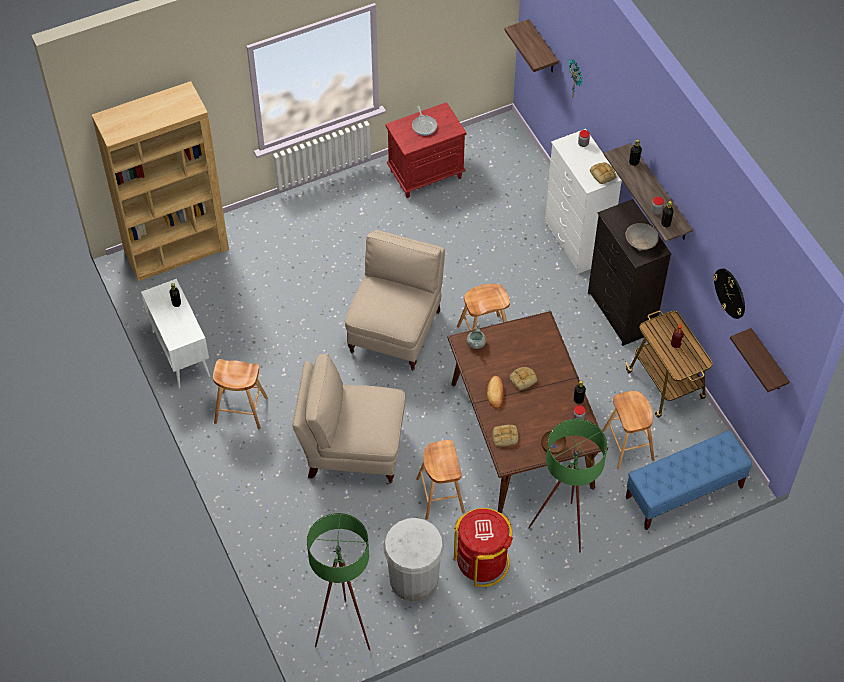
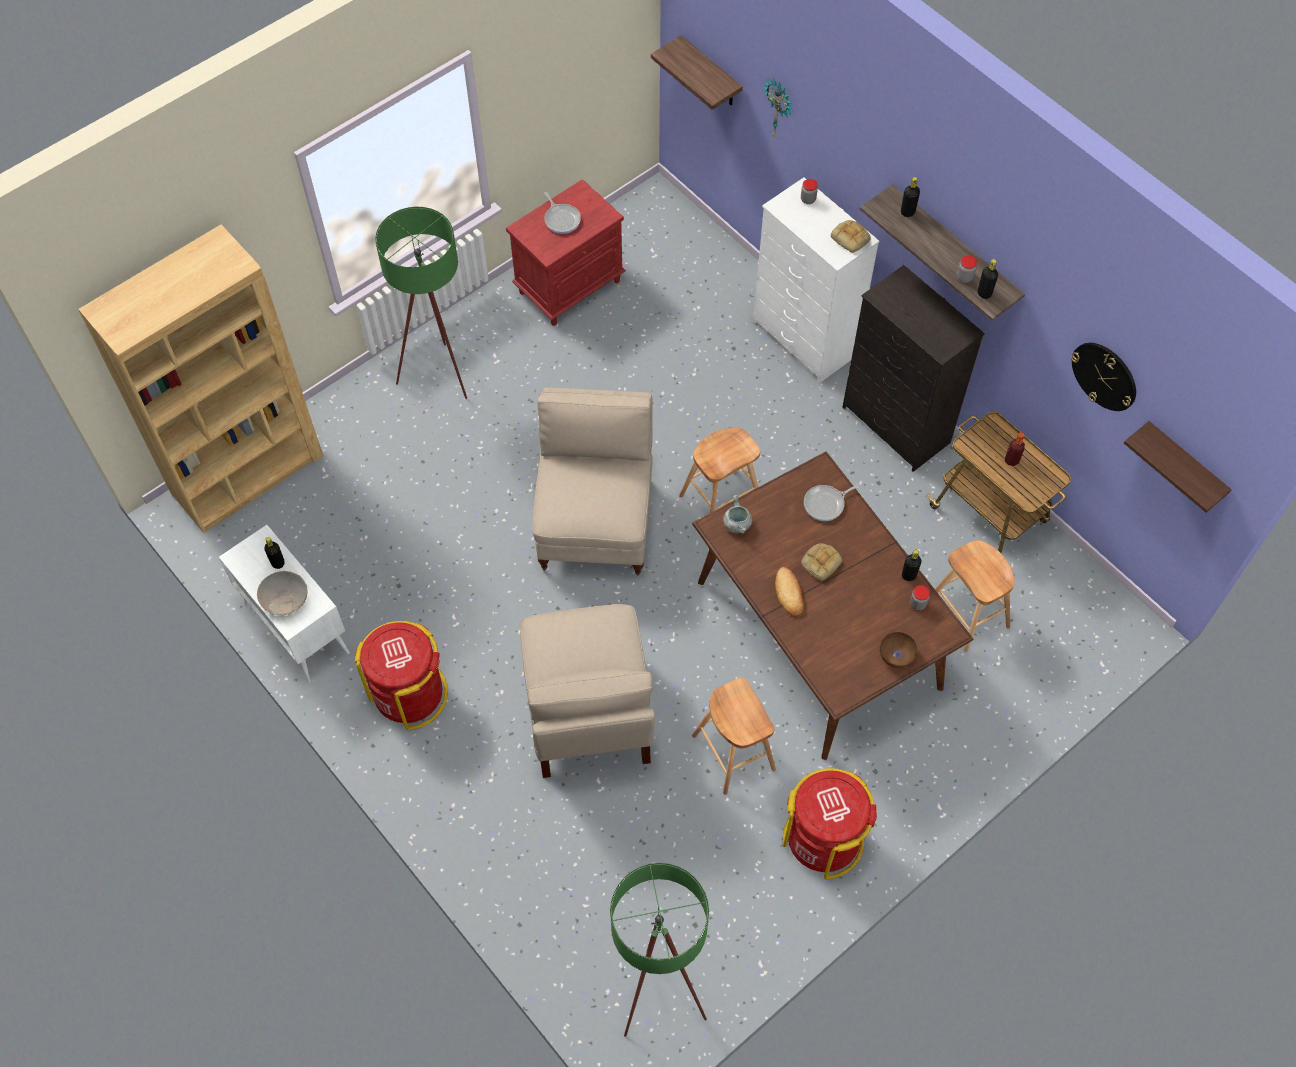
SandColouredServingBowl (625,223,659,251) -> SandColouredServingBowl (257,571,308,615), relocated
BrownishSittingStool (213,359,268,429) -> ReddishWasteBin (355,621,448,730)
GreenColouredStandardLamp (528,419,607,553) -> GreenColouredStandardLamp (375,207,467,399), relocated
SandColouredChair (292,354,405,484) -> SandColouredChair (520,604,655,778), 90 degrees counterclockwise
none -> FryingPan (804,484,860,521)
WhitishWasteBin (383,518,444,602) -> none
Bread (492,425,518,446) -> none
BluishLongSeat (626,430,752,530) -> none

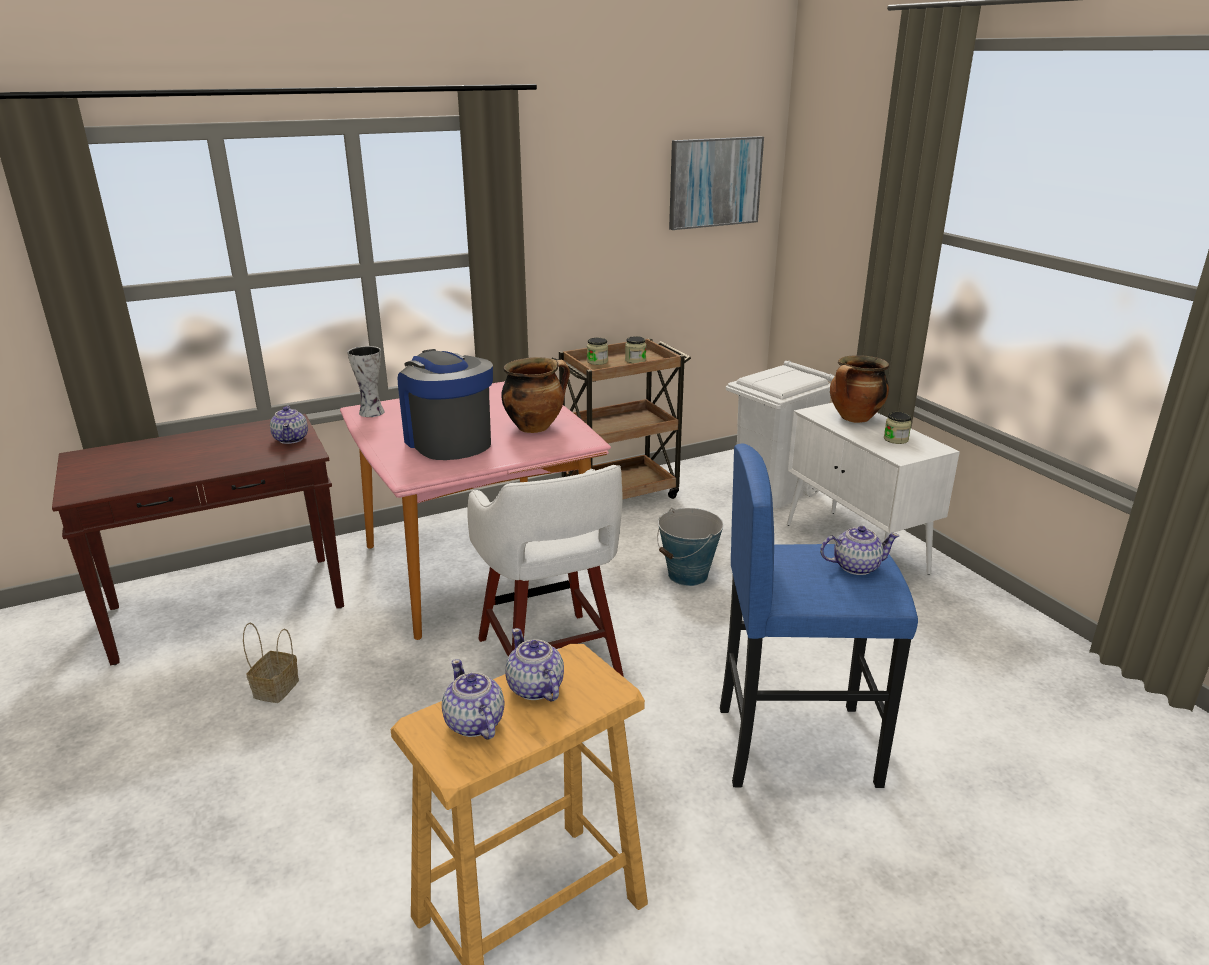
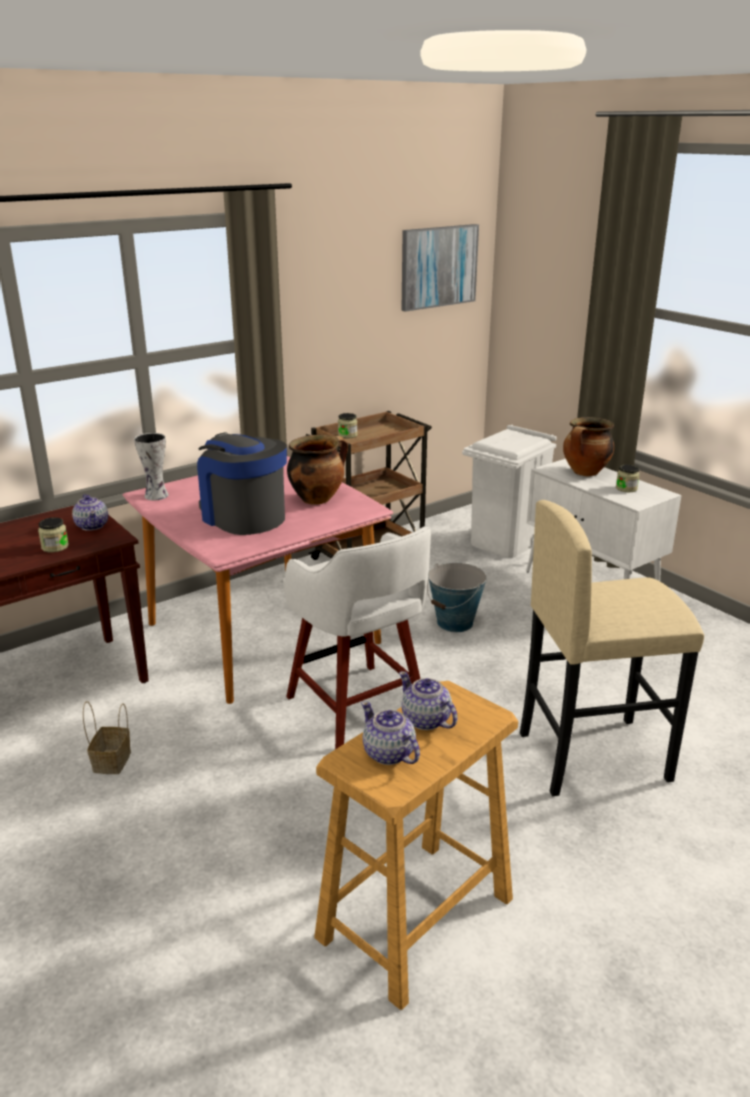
PreserveJar (625,336,646,364) -> PreserveJar (38,517,69,552), relocated
BluishSittingStool (720,443,918,788) -> SandColouredSittingStool (520,500,704,796)
PotForTea (820,526,900,575) -> none

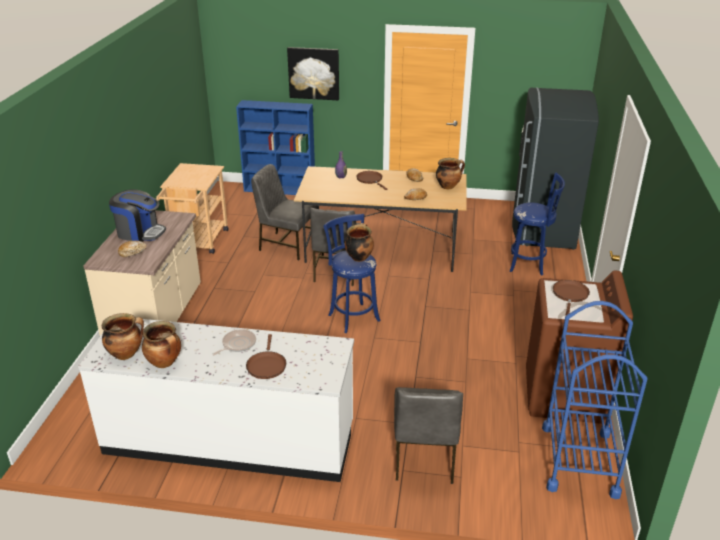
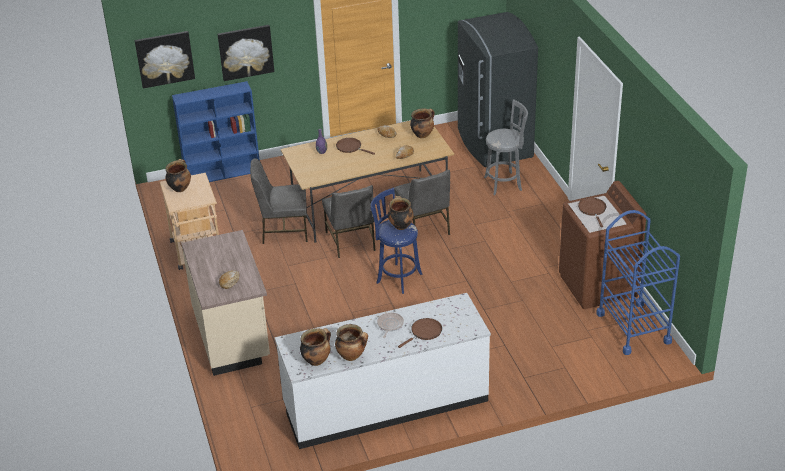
none -> Picture (135,31,195,88)
none -> CookingPot (165,159,191,192)
GrayChair (394,387,463,484) -> GrayChair (394,170,450,235), relocated
BrownishFryingPan (246,334,286,379) -> BrownishFryingPan (398,318,442,348), 105 degrees counterclockwise
BluishSittingStool (510,173,565,275) -> GraySittingStool (484,99,528,196)
CoffeeMaker (109,189,166,242) -> none

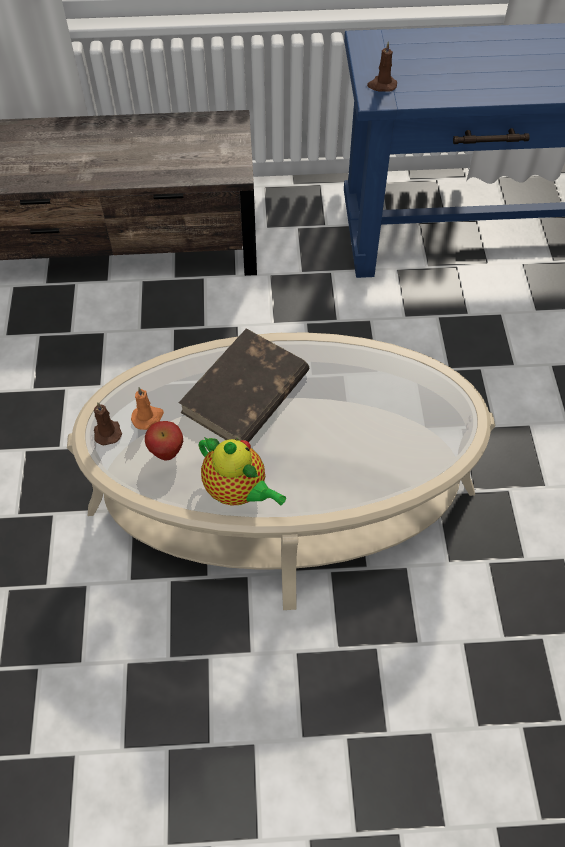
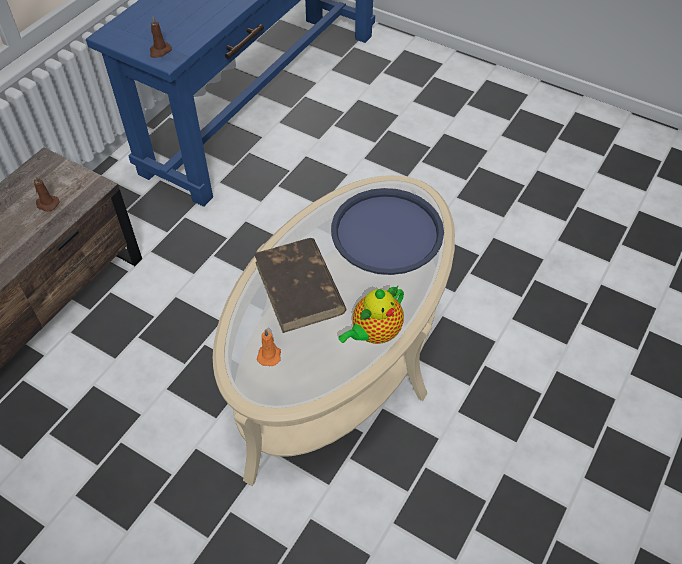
BrownishWaxCandle (94,402,122,445) -> BrownishWaxCandle (34,175,59,212), relocated
none -> BluishTray (331,188,444,275)
PotForTea (199,437,286,506) -> PotForTea (338,286,404,344), 150 degrees clockwise
Apple (145,421,183,461) -> none

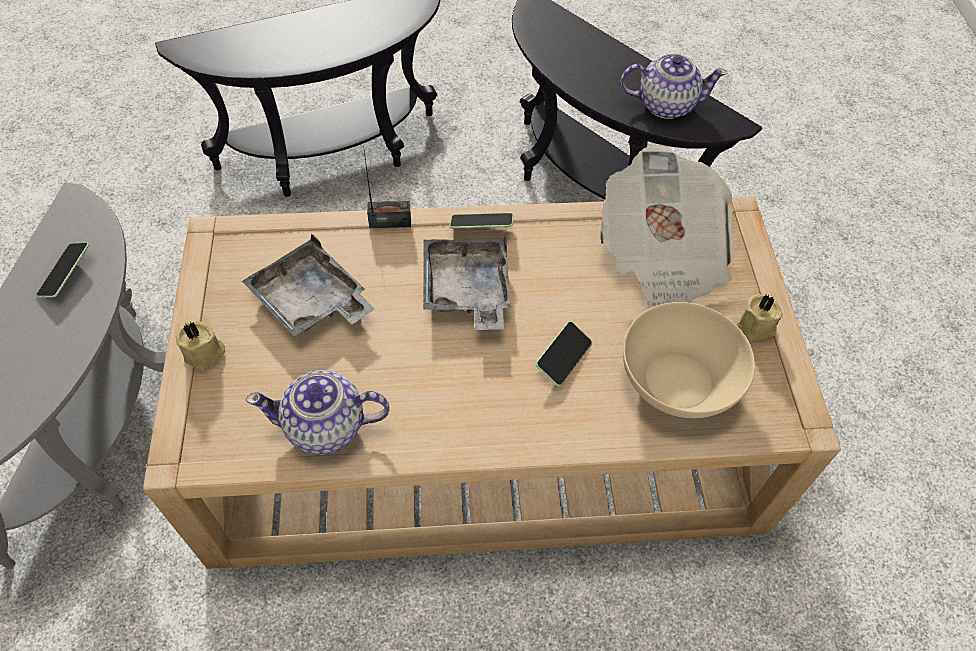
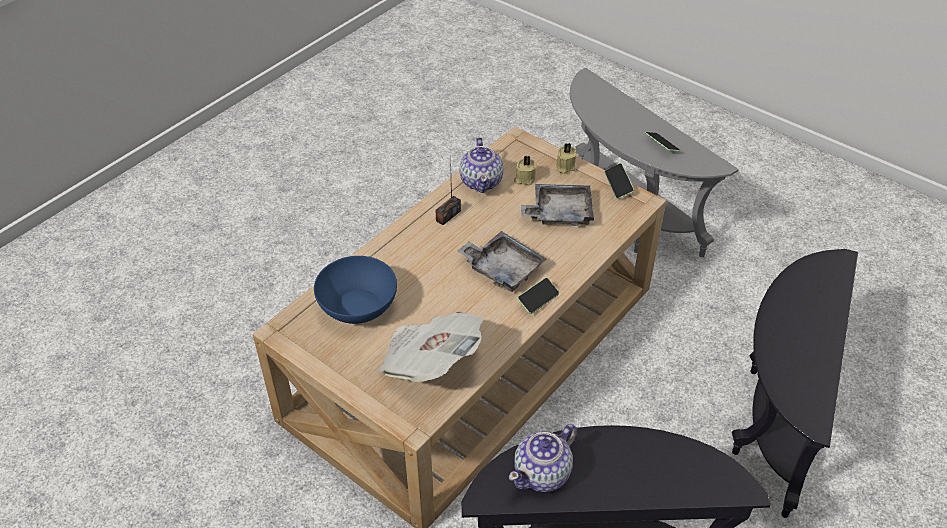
SandColouredServingBowl (623,302,755,418) -> BluishServingBowl (314,256,397,324)
RadioSet (363,146,411,228) -> RadioSet (436,152,461,225), relocated
PotForTea (246,370,390,455) -> PotForTea (459,137,504,193), 135 degrees clockwise
SandColouredWaxCandle (737,294,782,340) -> SandColouredWaxCandle (514,155,537,185), relocated
Phone (536,321,592,386) -> Phone (604,163,634,199), relocated

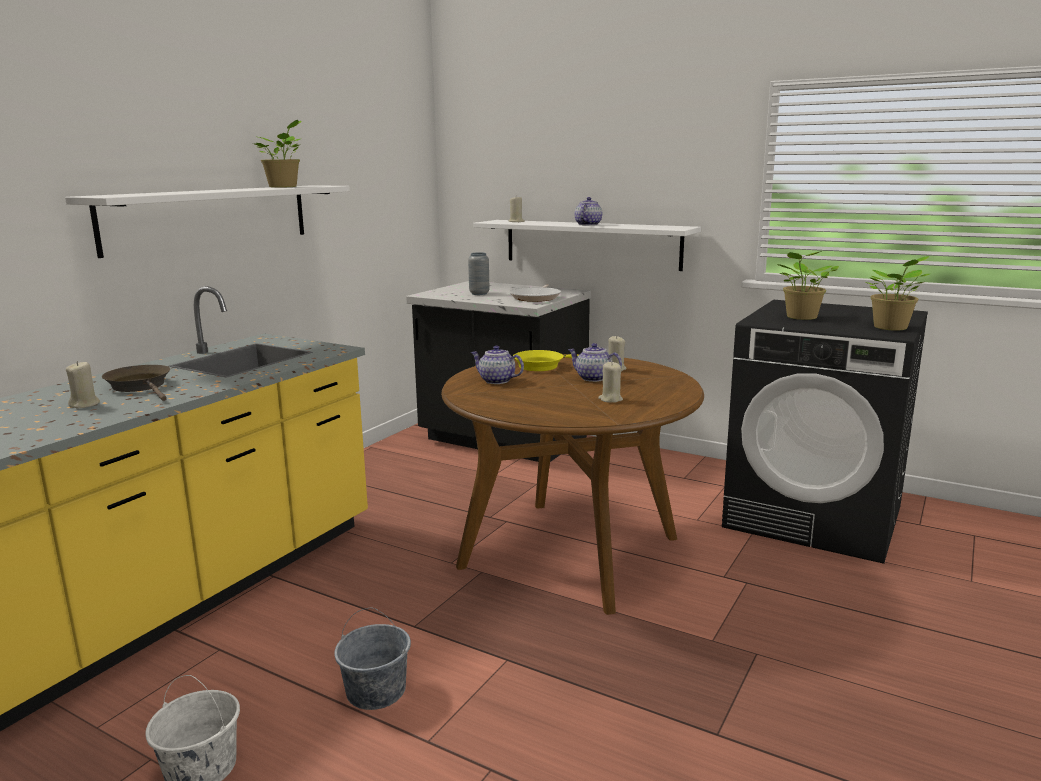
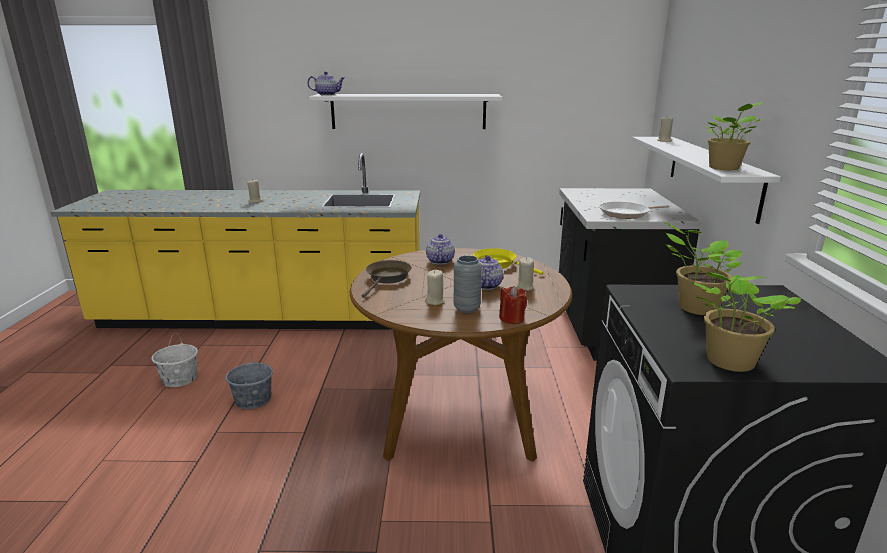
PotForTea (574,197,602,226) -> PotForTea (307,72,344,95), relocated
BrownishFryingPan (102,365,170,401) -> BrownishFryingPan (362,260,412,298), relocated
GrayVase (468,252,490,295) -> GrayVase (454,255,482,313), relocated
none -> ReddishWaxCandle (499,286,527,324)
PottedPlant (254,120,302,188) -> PottedPlant (703,102,763,170), relocated

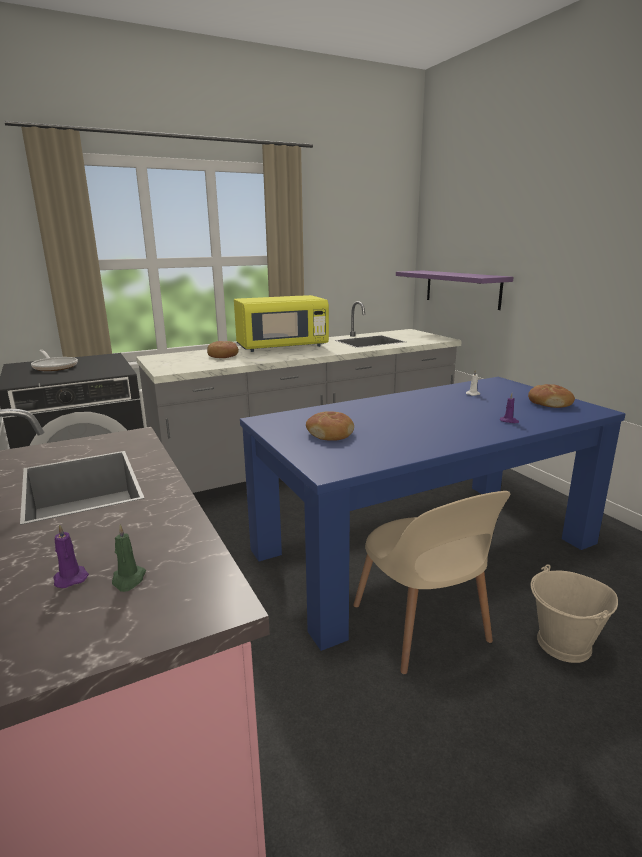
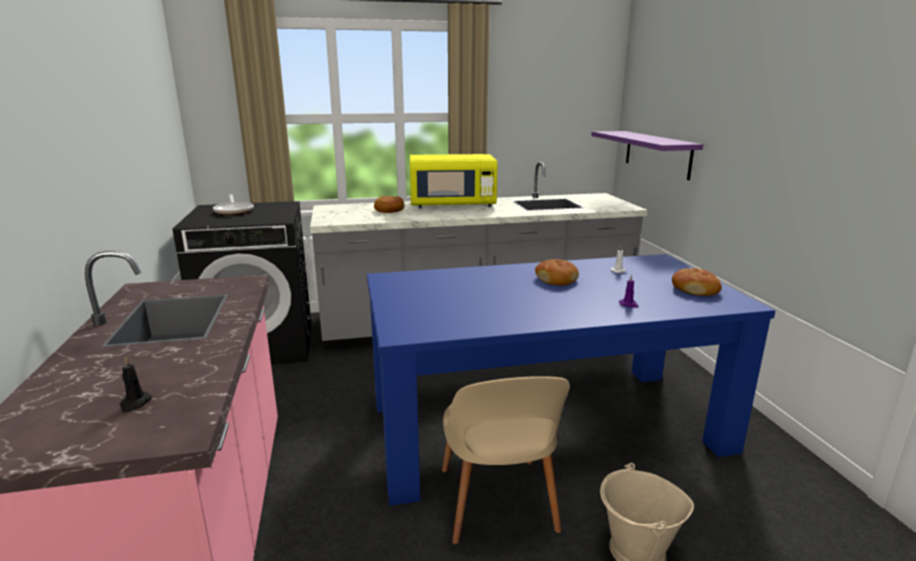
GreenColouredWaxCandle (112,524,146,592) -> BlackWaxCandle (120,357,152,412)
Bread (306,411,354,441) -> Bread (535,259,579,286), relocated
PurpleColouredWaxCandle (53,524,89,588) -> none

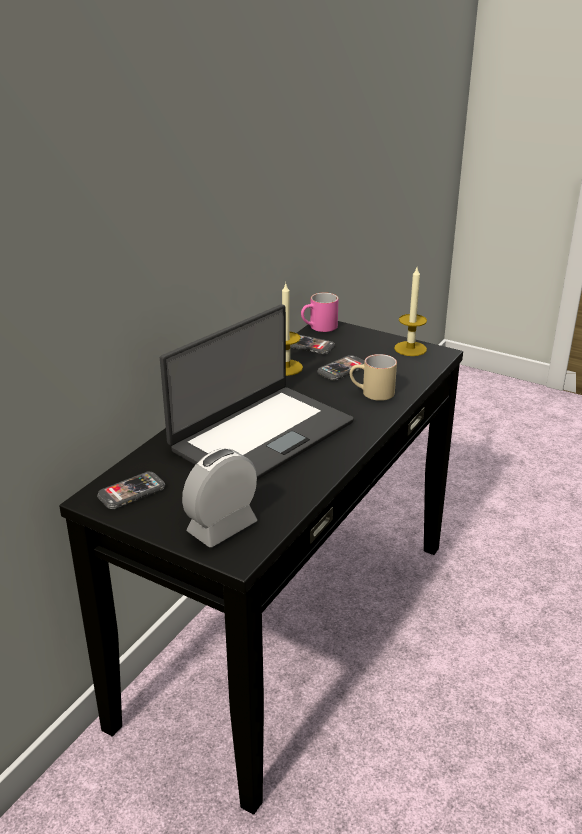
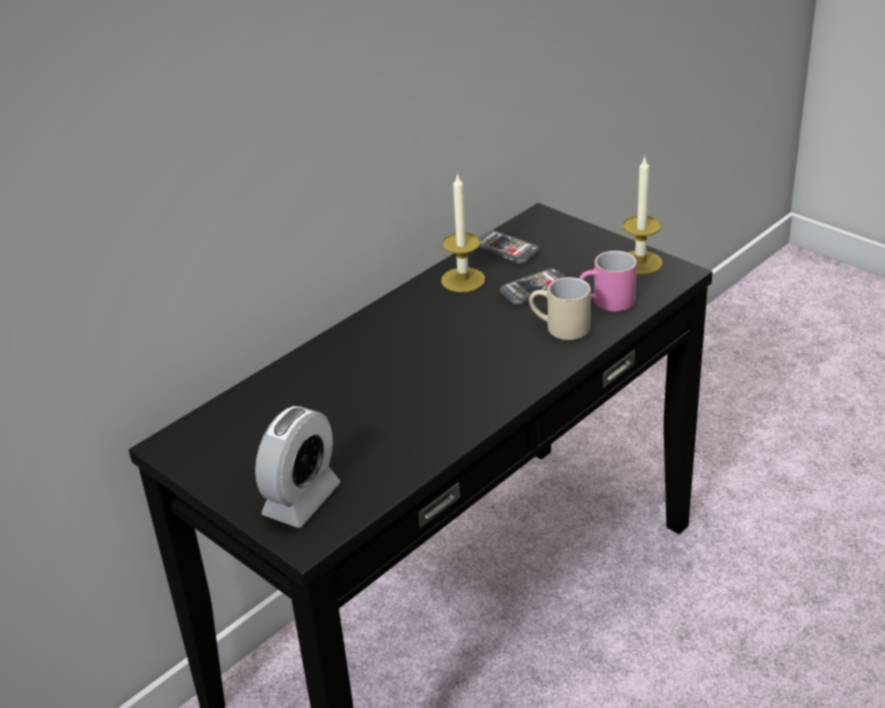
AlarmClock (182,448,257,547) -> AlarmClock (255,406,341,528), 150 degrees clockwise
PinkColouredTeaMug (301,292,339,332) -> PinkColouredTeaMug (579,251,637,311), relocated
Phone (97,471,165,509) -> none
PortableComputer (160,305,354,480) -> none

